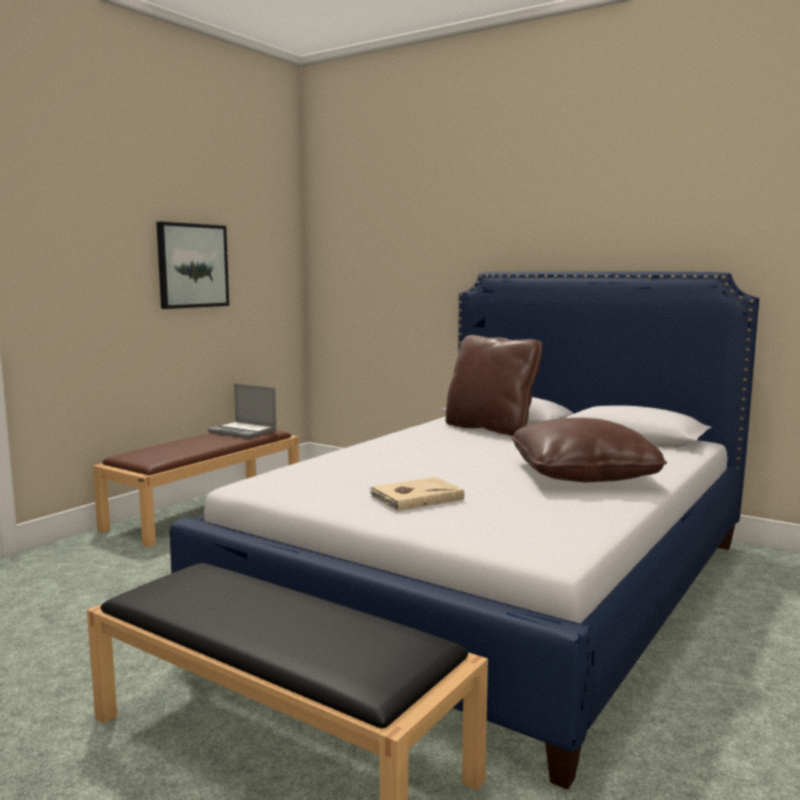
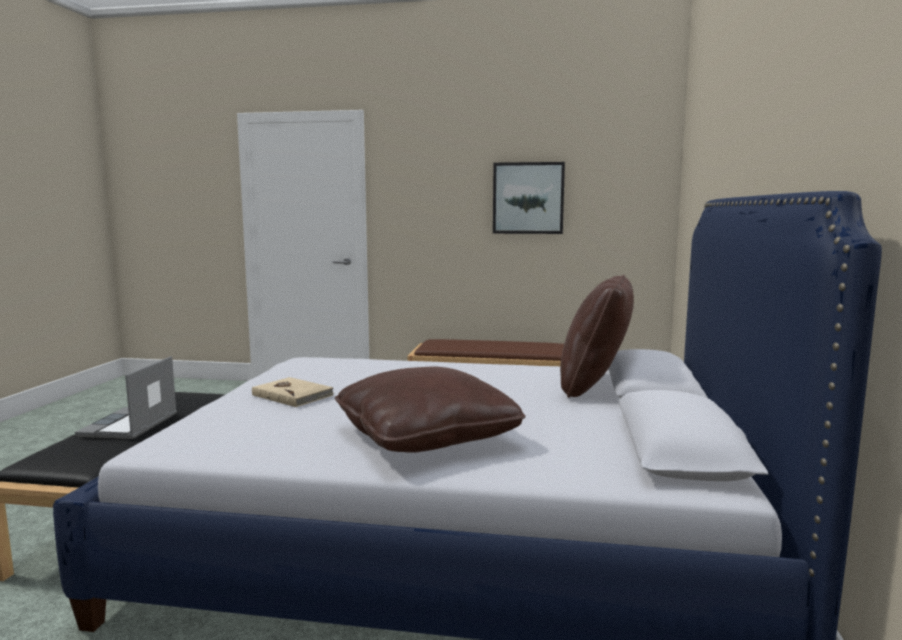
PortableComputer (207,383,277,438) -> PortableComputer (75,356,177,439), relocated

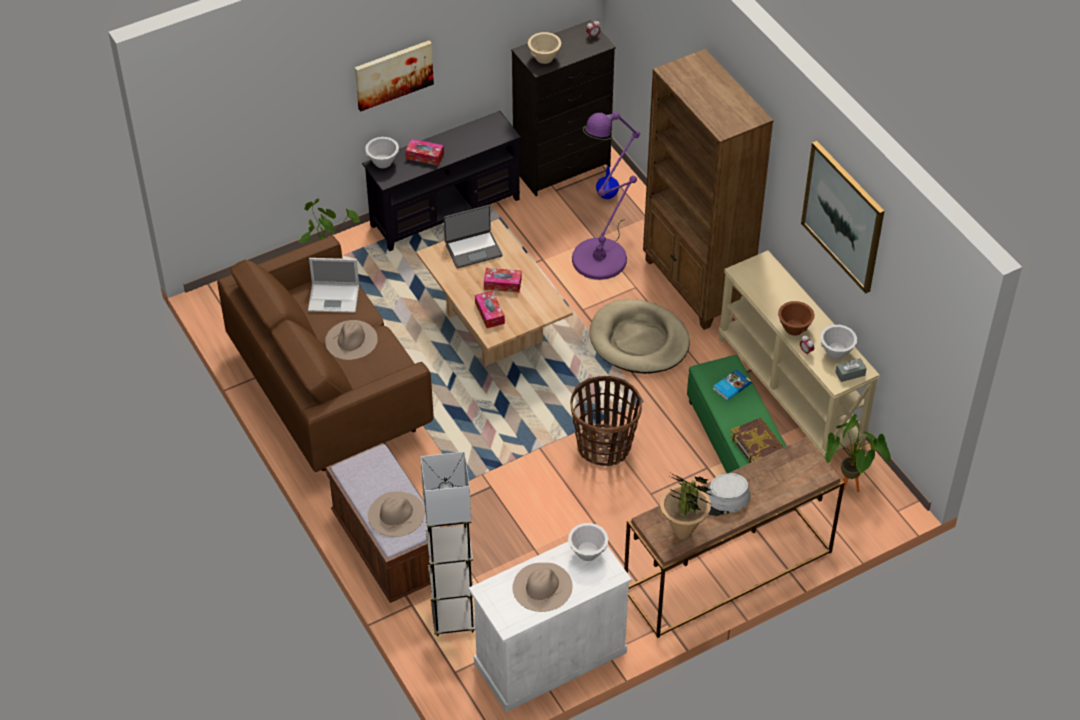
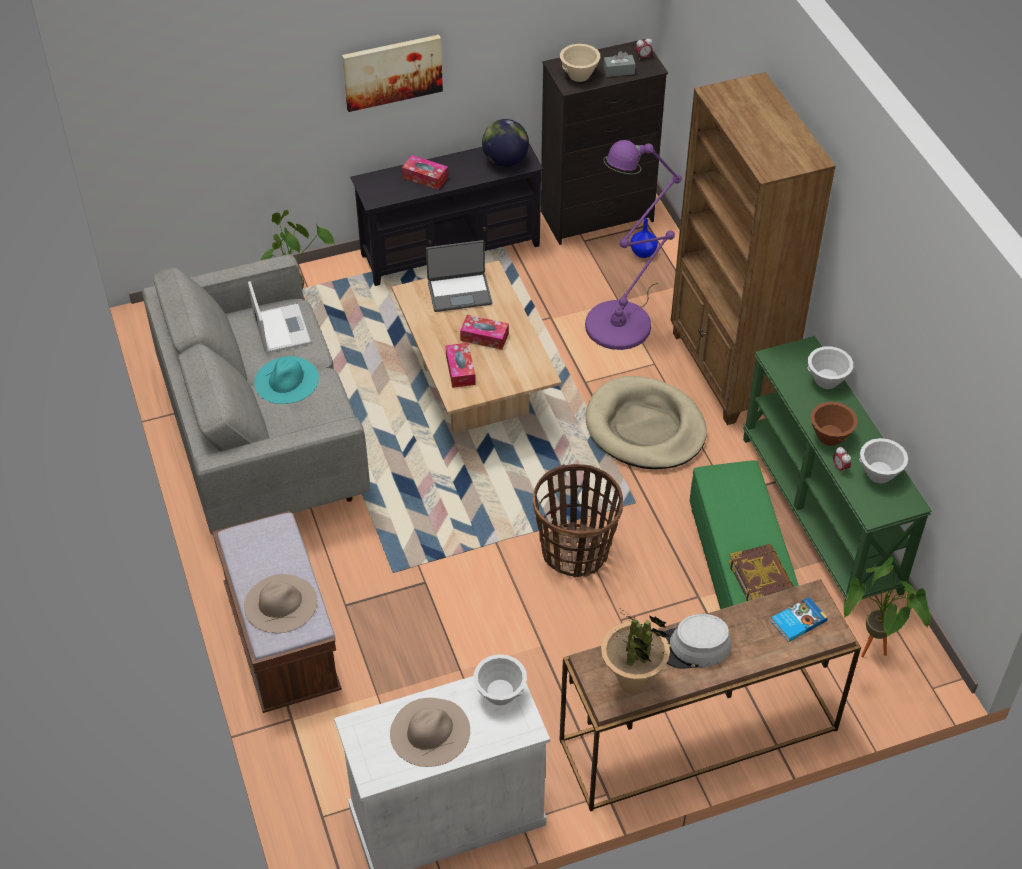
BrownishCouch (217,236,433,472) -> GrayCouch (142,254,370,535)
PortableComputer (308,258,359,313) -> PortableComputer (248,281,311,353), 120 degrees counterclockwise
SandColouredWearableHat (325,320,378,360) -> TurquoiseWearableHat (254,356,319,404)
none -> Globe (482,119,529,167)
GrayTissueHolder (835,358,867,382) -> GrayTissueHolder (603,51,635,77), relocated
SandColouredConsoleTable (718,250,880,459) -> GreenColouredConsoleTable (743,336,932,605)
BoundBook (713,369,752,401) -> BoundBook (770,597,828,642), relocated
WhitishServingBowl (365,137,399,168) -> WhitishServingBowl (808,346,853,389), relocated
GrayStandardLamp (421,452,475,636) -> none
Picture (801,141,884,294) -> none

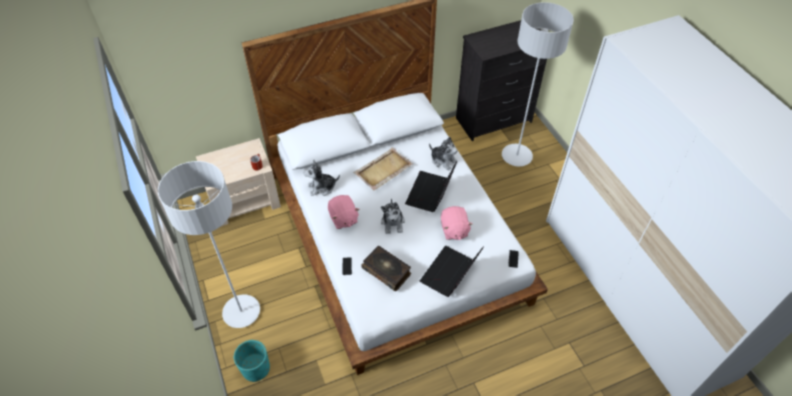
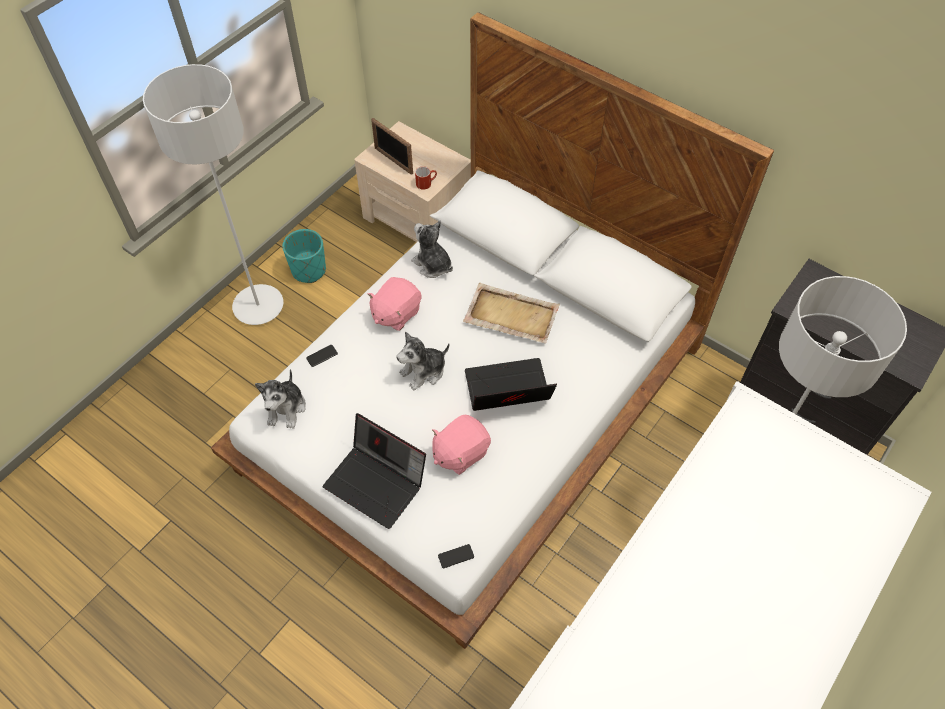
CuddlyToy (429,137,458,171) -> CuddlyToy (255,369,306,429), relocated
TurquoisePlantPot (234,340,270,382) -> TurquoisePlantPot (282,229,326,283), relocated
PortableComputer (420,246,484,297) -> PortableComputer (323,413,426,529), 150 degrees counterclockwise
none -> PhotoFrame (371,118,413,175)
BoundBook (361,246,411,291) -> none

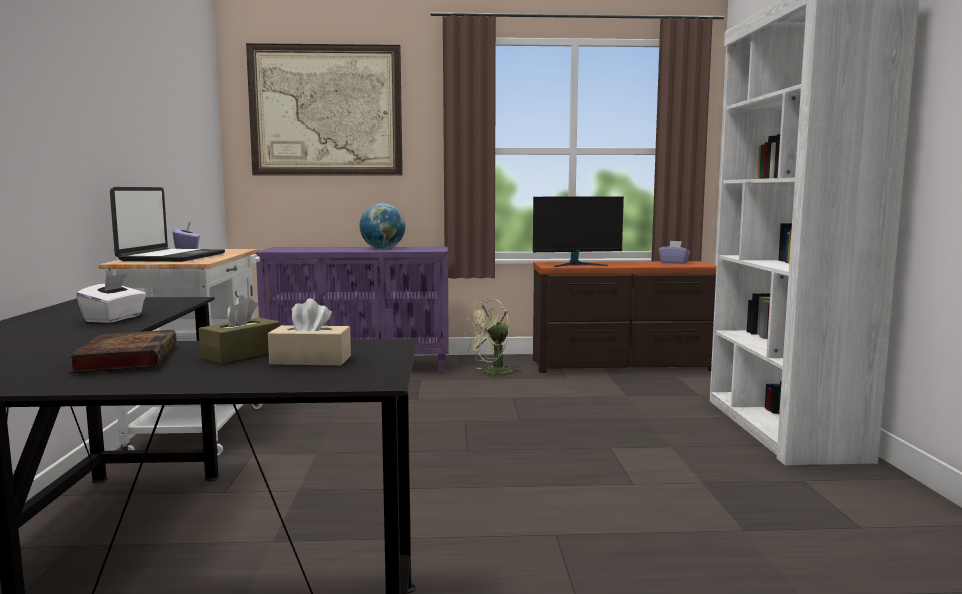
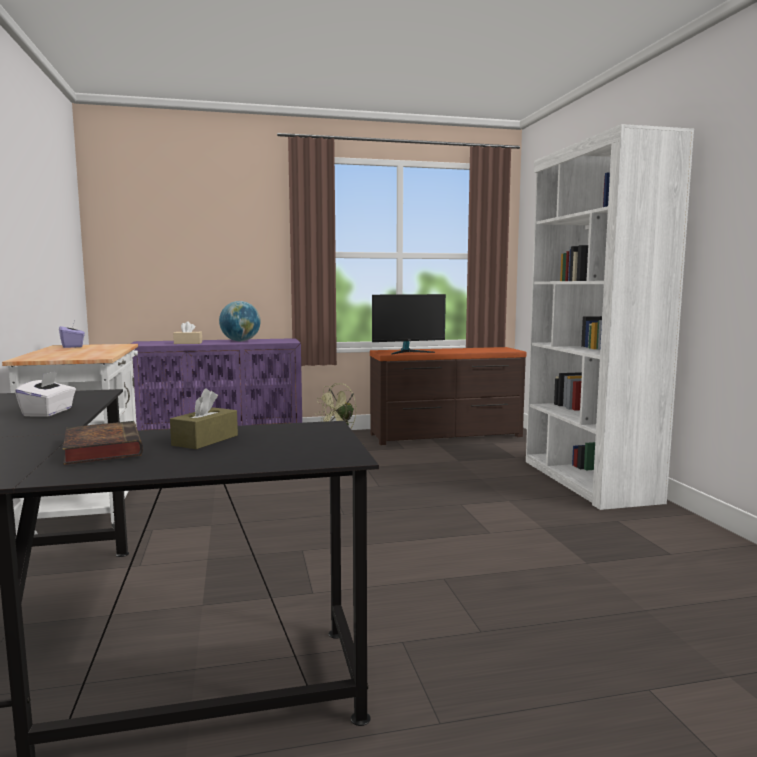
SandColouredTissueHolder (268,298,351,365) -> SandColouredTissueHolder (173,321,202,344), relocated
PortableComputer (110,187,225,262) -> none
Picture (246,43,403,176) -> none
PurpleColouredTissueHolder (659,241,690,264) -> none

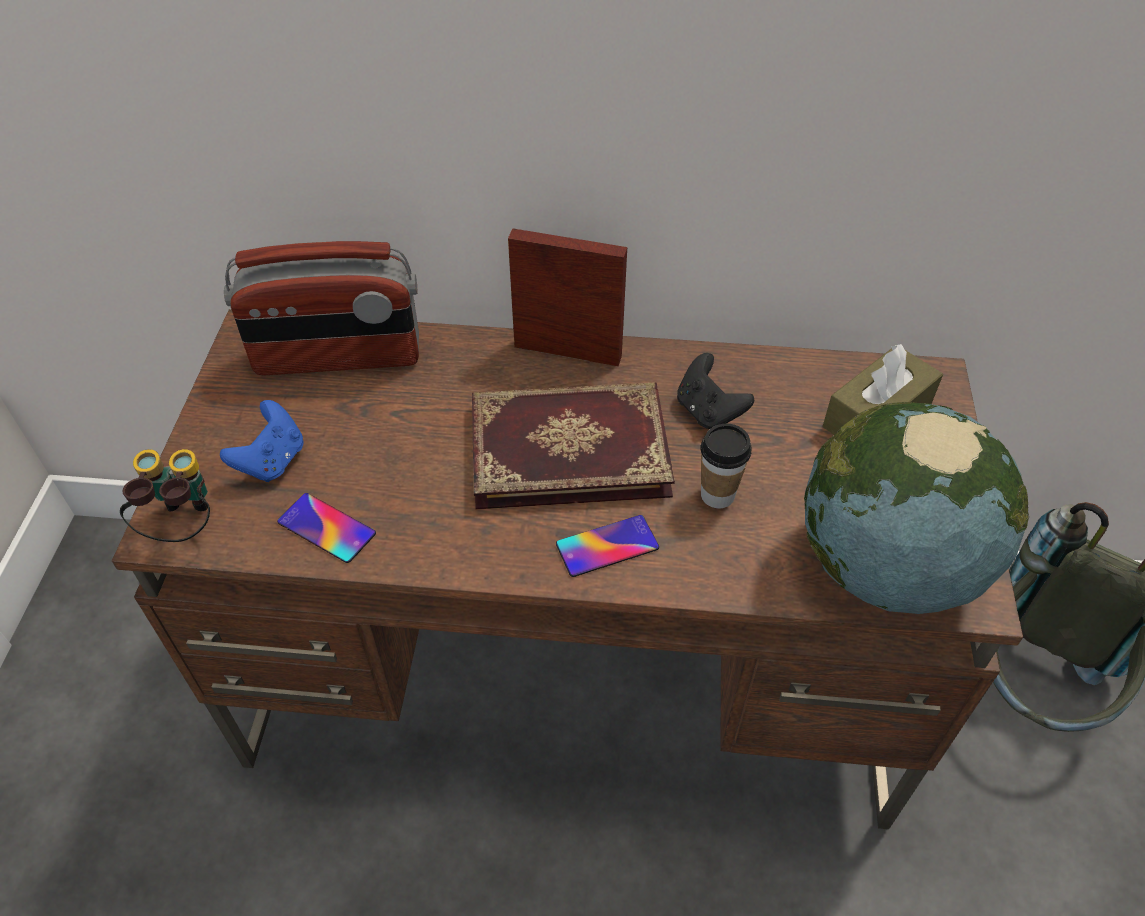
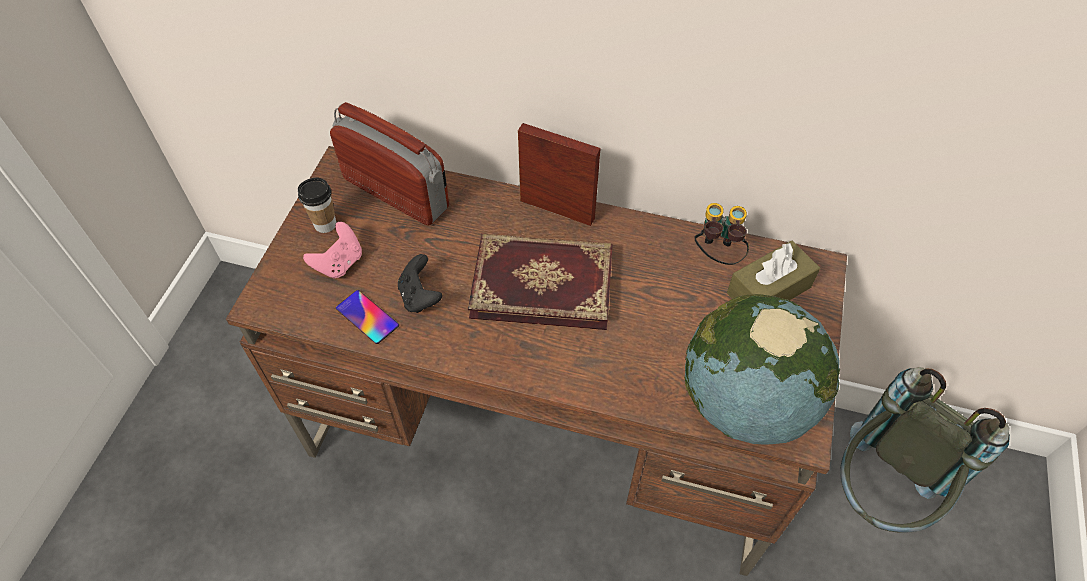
DrinkingCup (701,424,751,508) -> DrinkingCup (298,178,336,233), relocated
BluishGameController (220,400,304,482) -> PinkColouredGameController (303,222,362,279)
RadioSet (224,241,419,375) -> RadioSet (330,102,449,226), 150 degrees counterclockwise
BlackGameController (677,353,754,429) -> BlackGameController (398,254,442,313), relocated
PairOfBinoculars (120,449,210,542) -> PairOfBinoculars (695,203,749,265), relocated
Phone (556,515,659,577) -> none

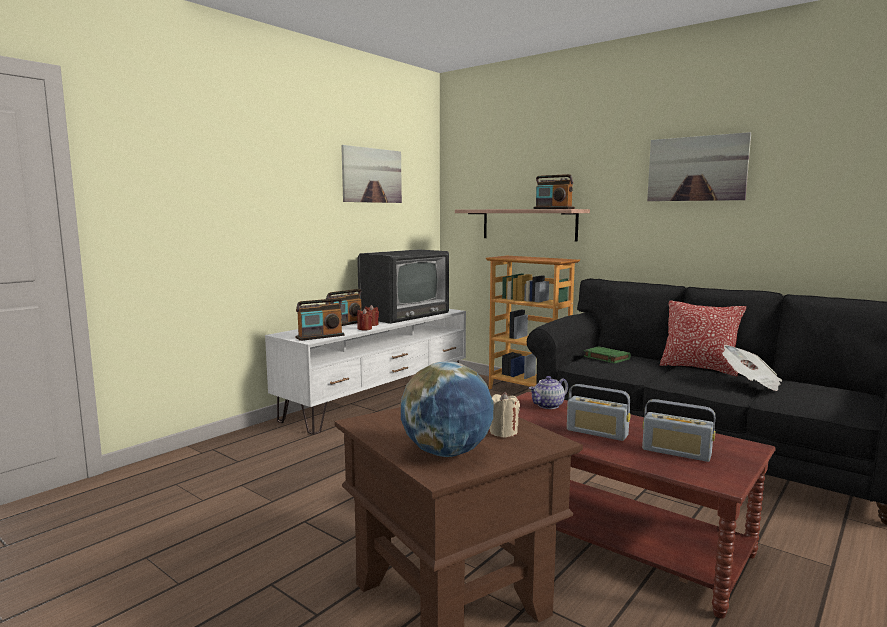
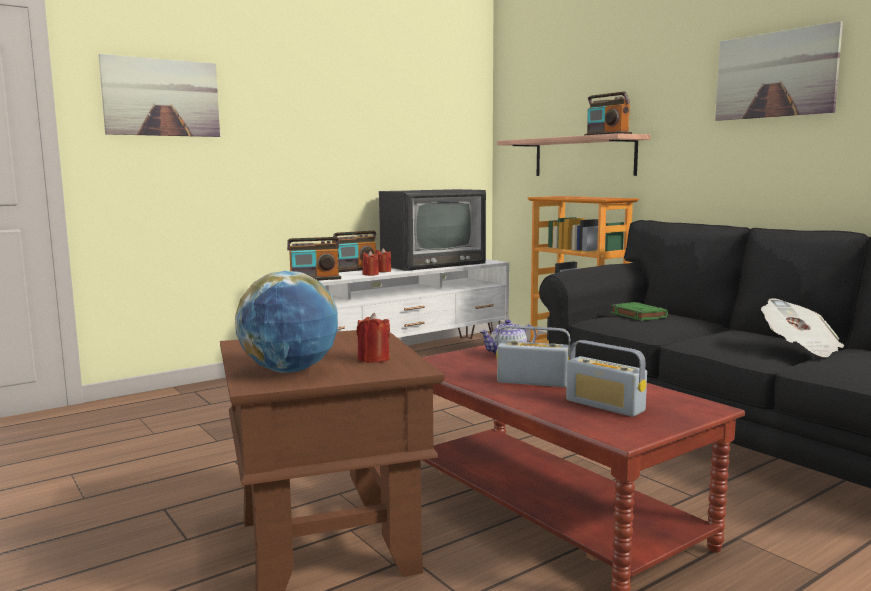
Picture (341,145,402,203) -> Picture (98,54,220,137), relocated
SandColouredWaxCandle (488,392,520,438) -> ReddishWaxCandle (357,313,390,363)
RadioSet (567,384,631,441) -> RadioSet (496,325,570,387), 150 degrees clockwise
Cushion (660,300,746,376) -> none

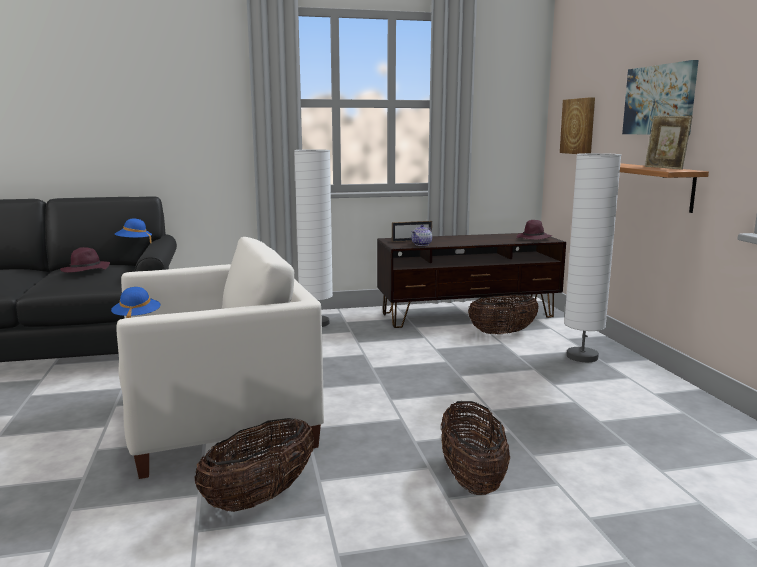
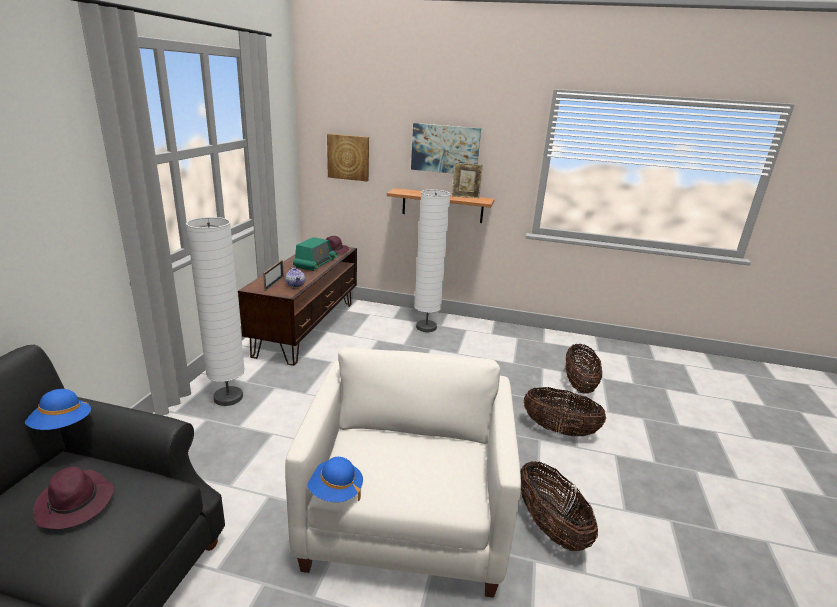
none -> RadioSet (293,237,337,271)
StorageBasket (468,294,539,334) -> StorageBasket (565,344,602,394), relocated

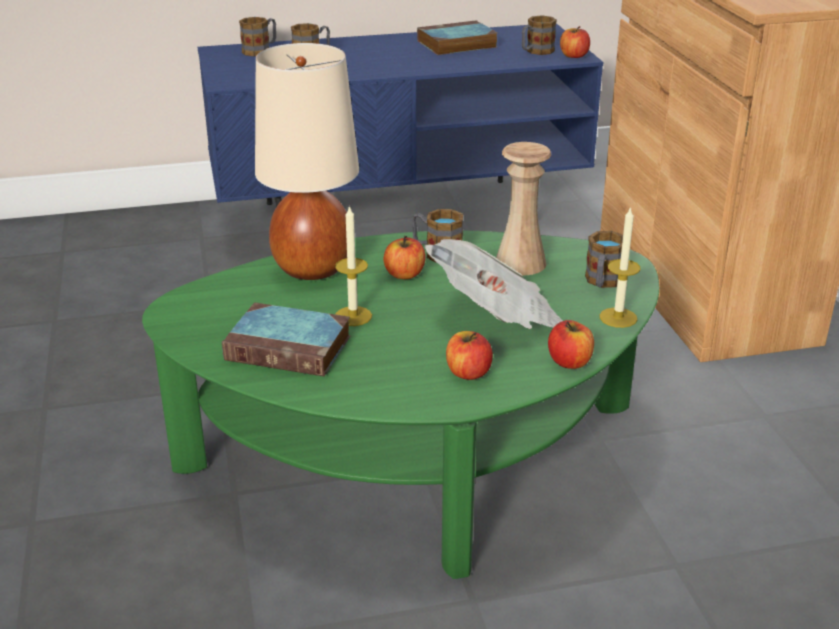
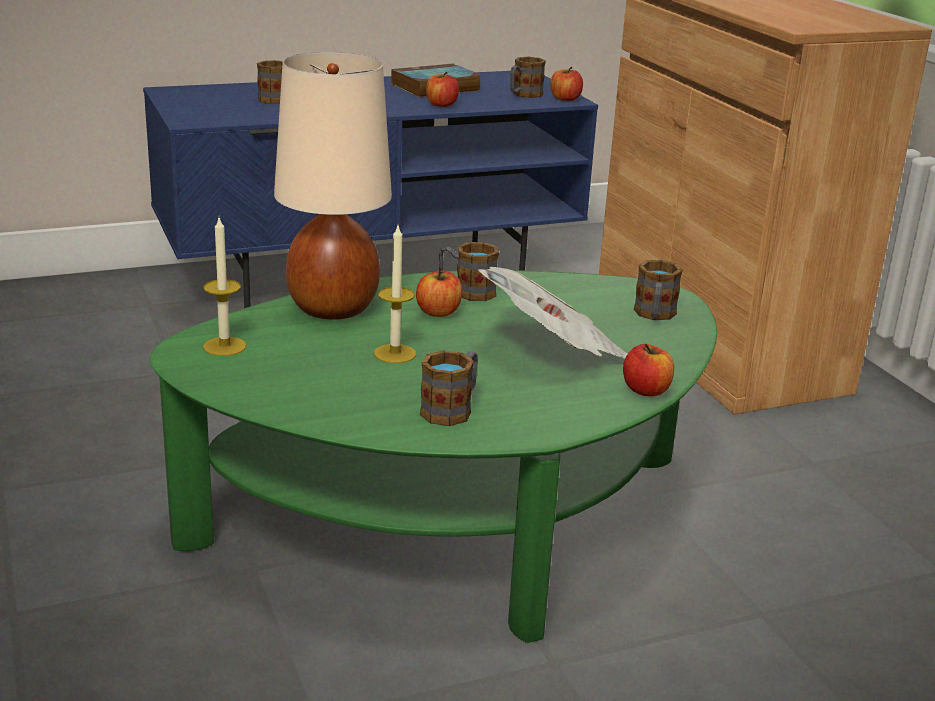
WaxCandle (600,206,641,328) -> WaxCandle (203,218,246,356), relocated
TeaMug (239,17,276,57) -> TeaMug (420,350,478,426), relocated
Apple (446,331,493,380) -> Apple (426,72,459,107), relocated
BoundBook (222,303,351,376) -> none
SandColouredVase (496,142,551,276) -> none

